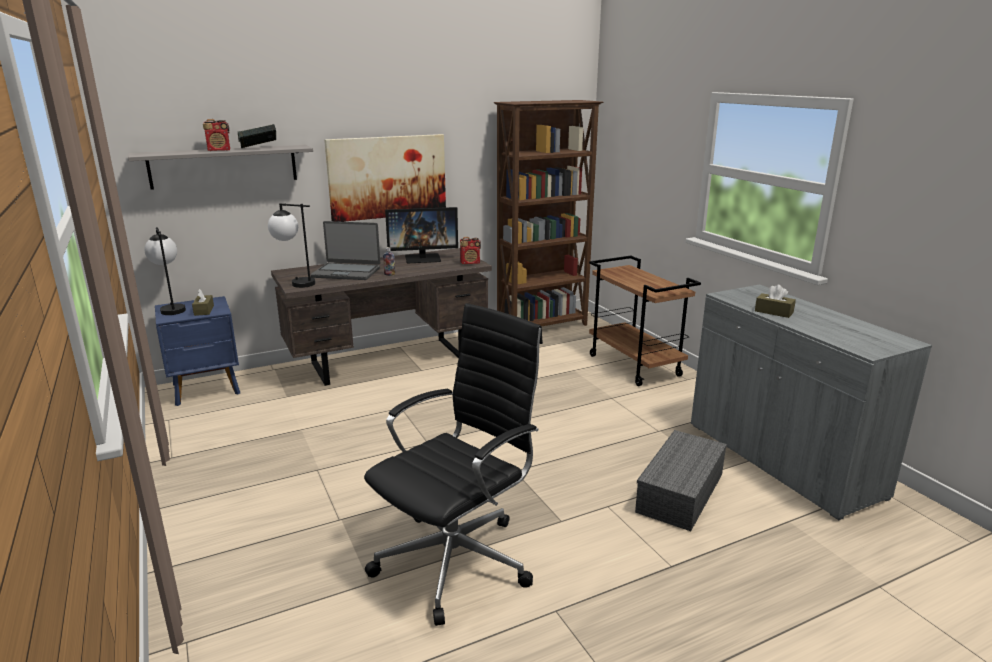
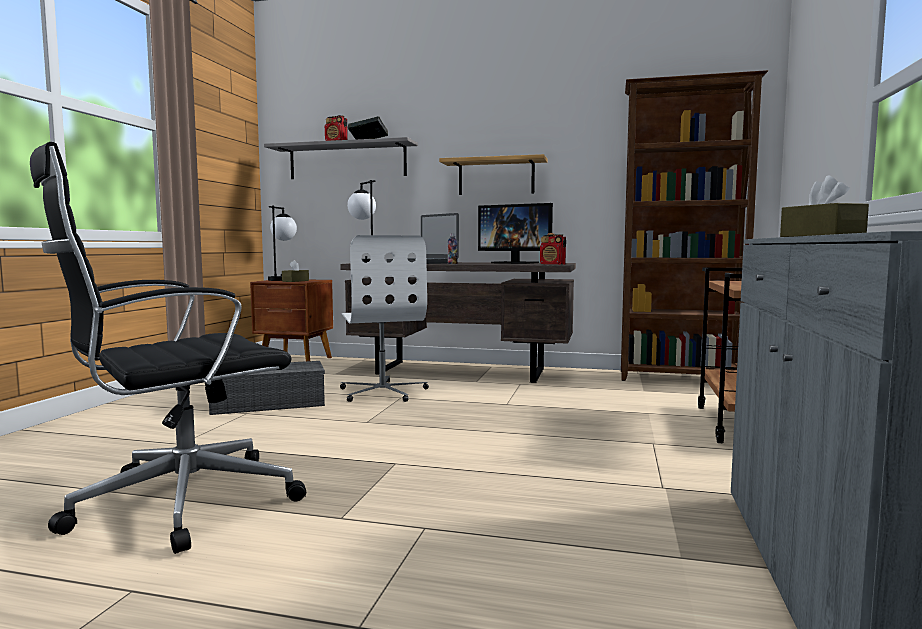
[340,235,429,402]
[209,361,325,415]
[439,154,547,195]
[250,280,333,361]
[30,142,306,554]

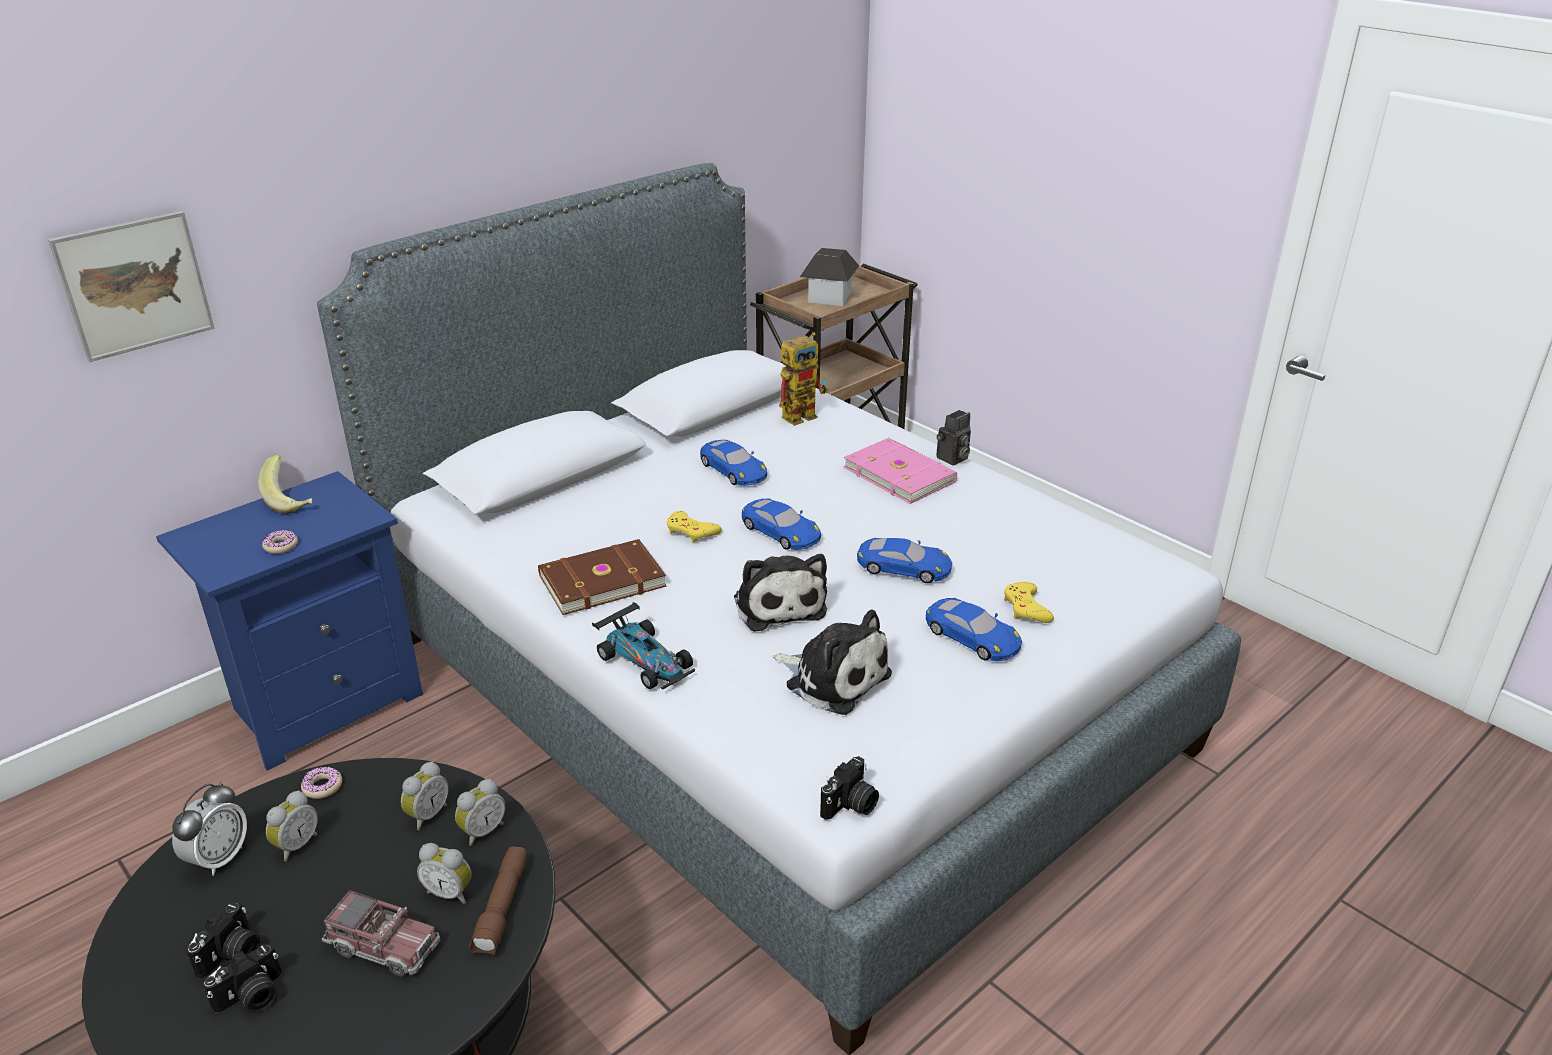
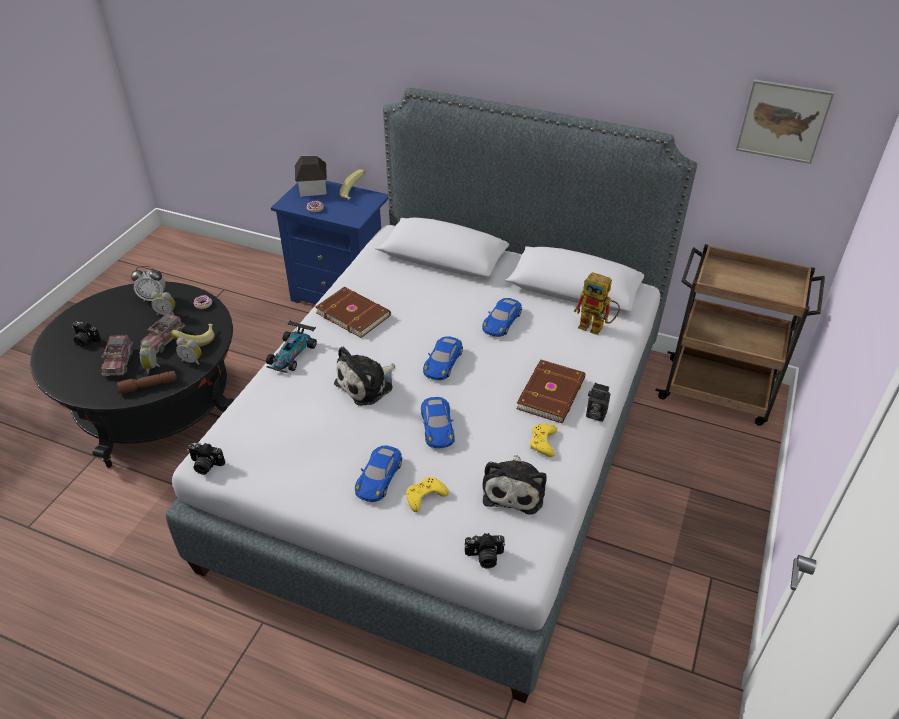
[140,313,185,354]
[736,79,834,164]
[465,533,505,568]
[530,424,557,457]
[482,455,547,515]
[295,156,327,197]
[171,324,215,346]
[516,359,585,423]

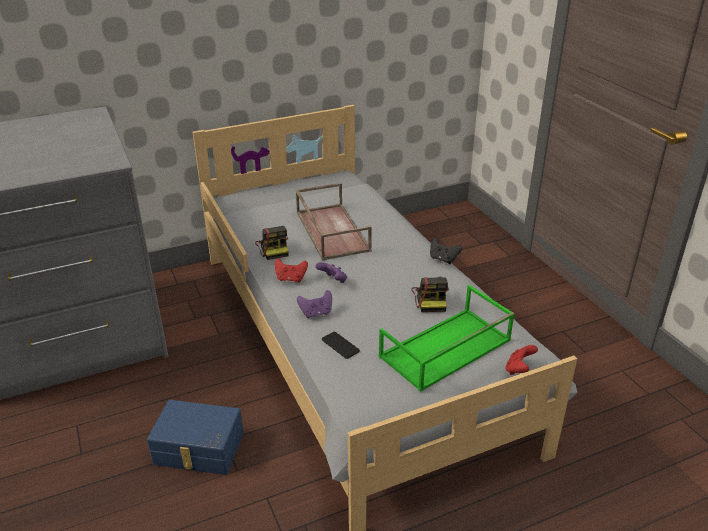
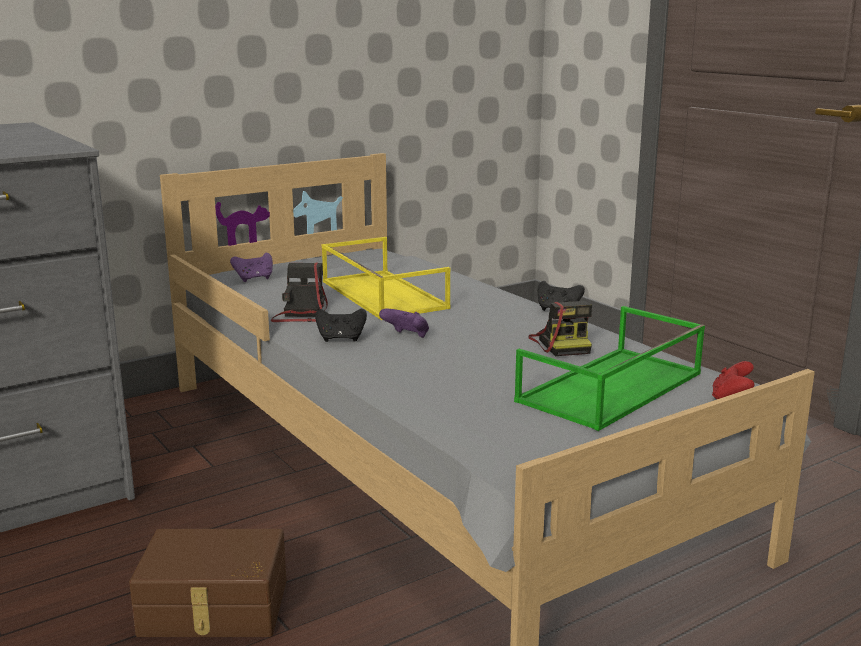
[322,332,360,359] (first image)
[230,253,273,282]
[129,529,286,637]
[315,308,367,342]
[322,237,451,320]
[271,262,328,322]

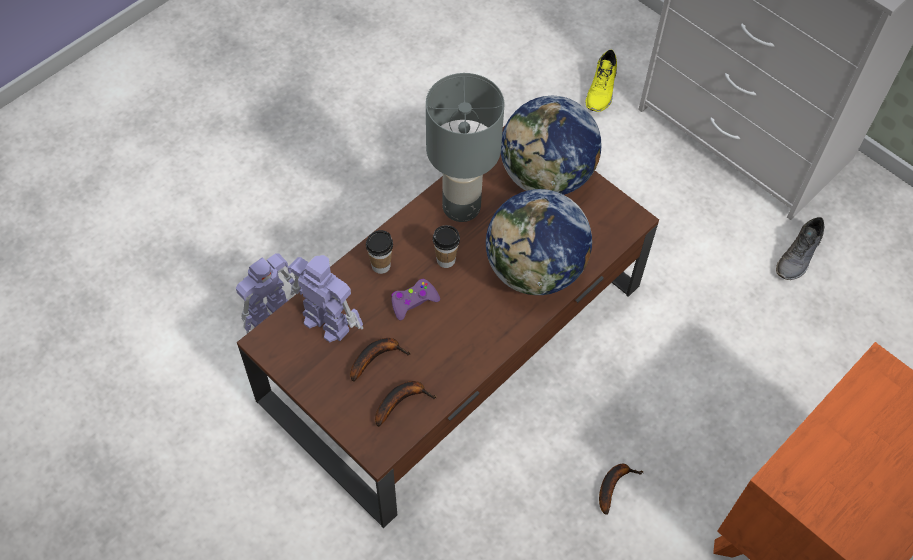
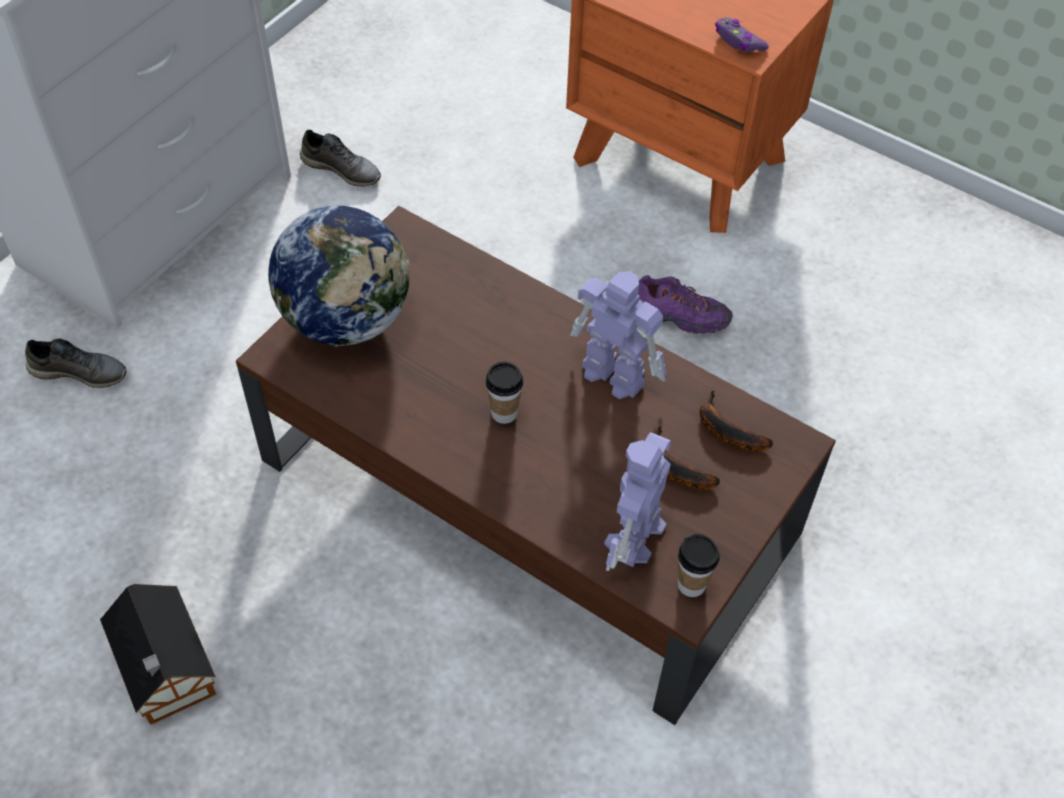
[426,73,505,222] (first image)
[486,189,592,295] (first image)
[100,584,216,725]
[570,271,666,399]
[678,534,720,597]
[715,17,769,52]
[638,275,733,334]
[25,339,127,388]

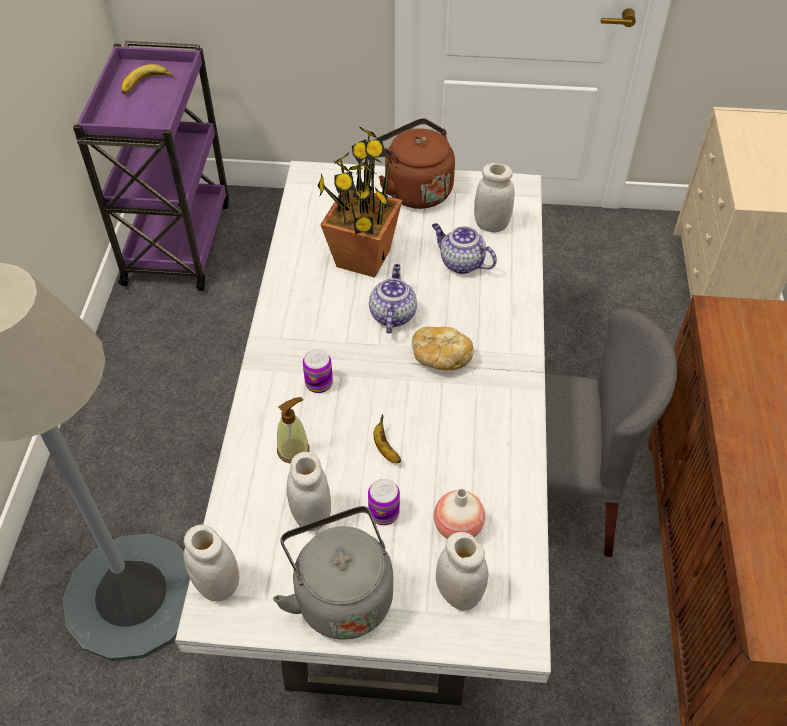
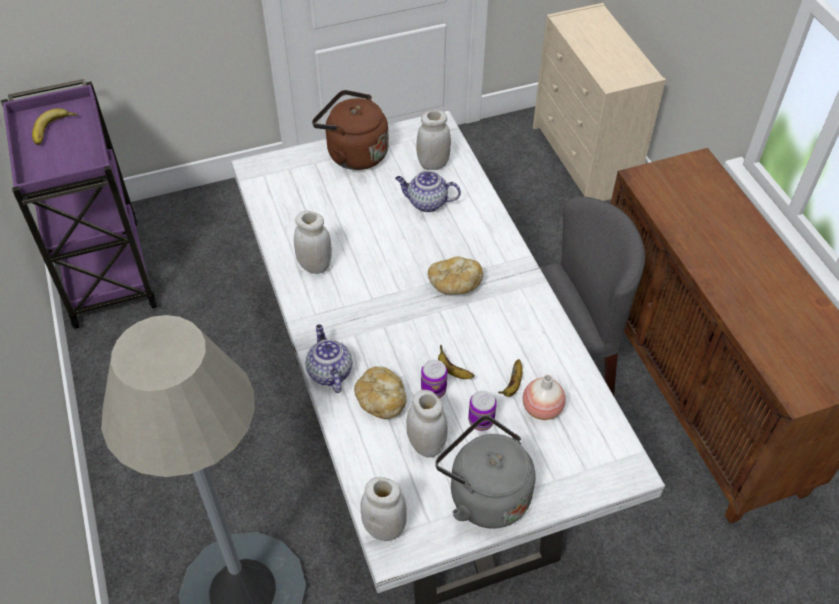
[318,127,402,278] (first image)
[498,359,522,397]
[421,360,448,398]
[306,324,352,393]
[294,211,332,274]
[354,366,407,419]

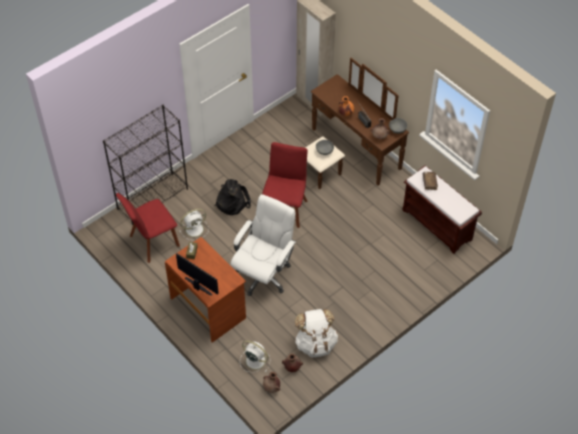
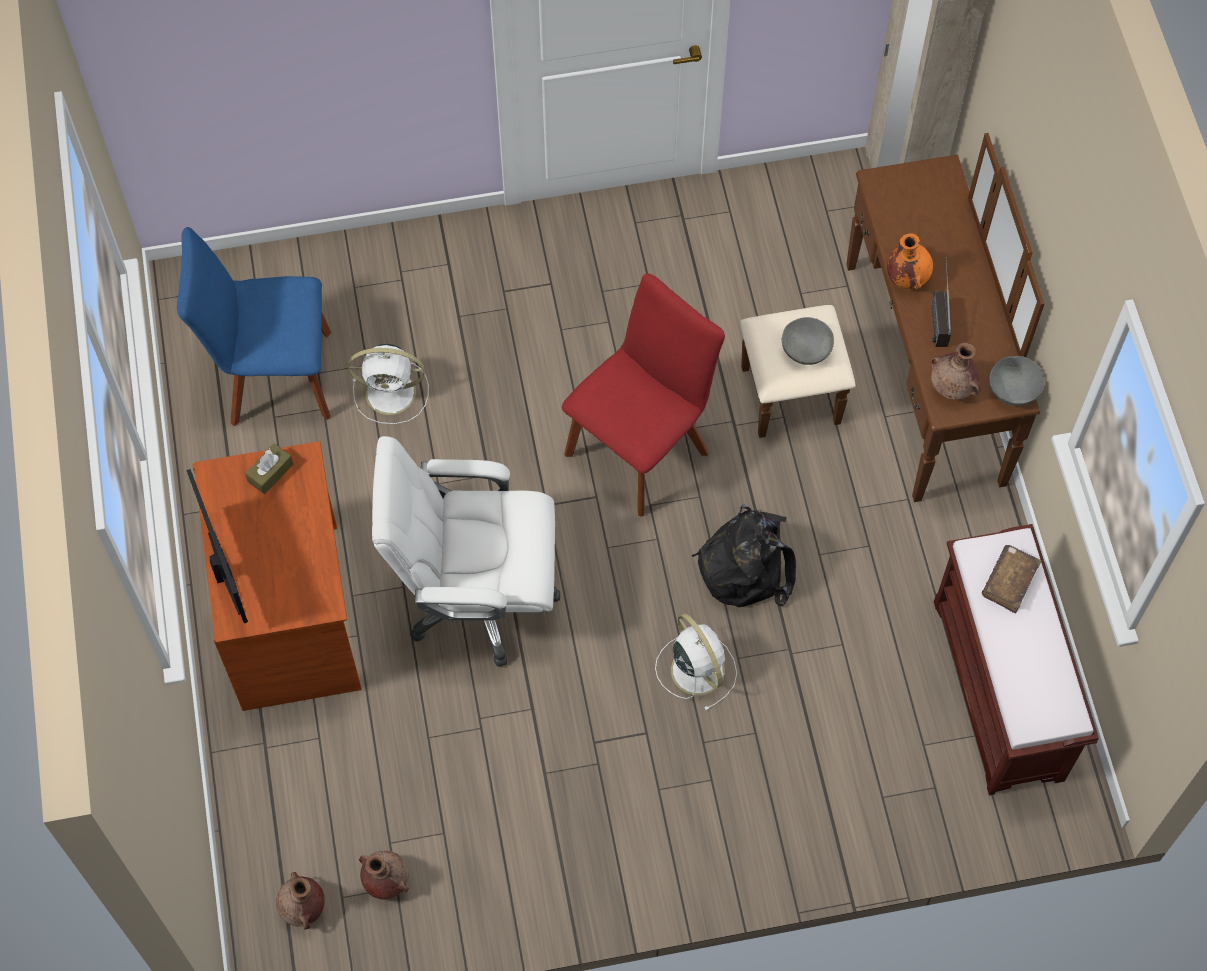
[103,105,188,225] (first image)
[295,309,338,357] (first image)
[692,505,796,607]
[655,614,737,711]
[177,227,331,427]
[372,436,560,667]

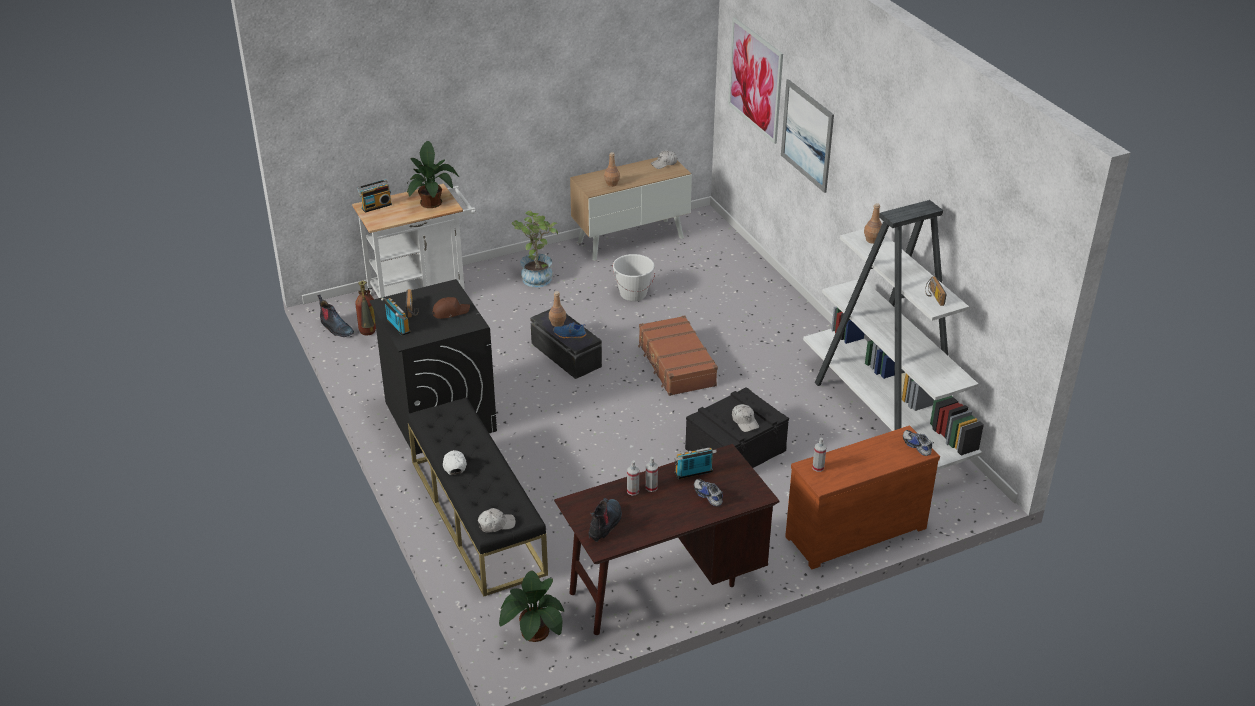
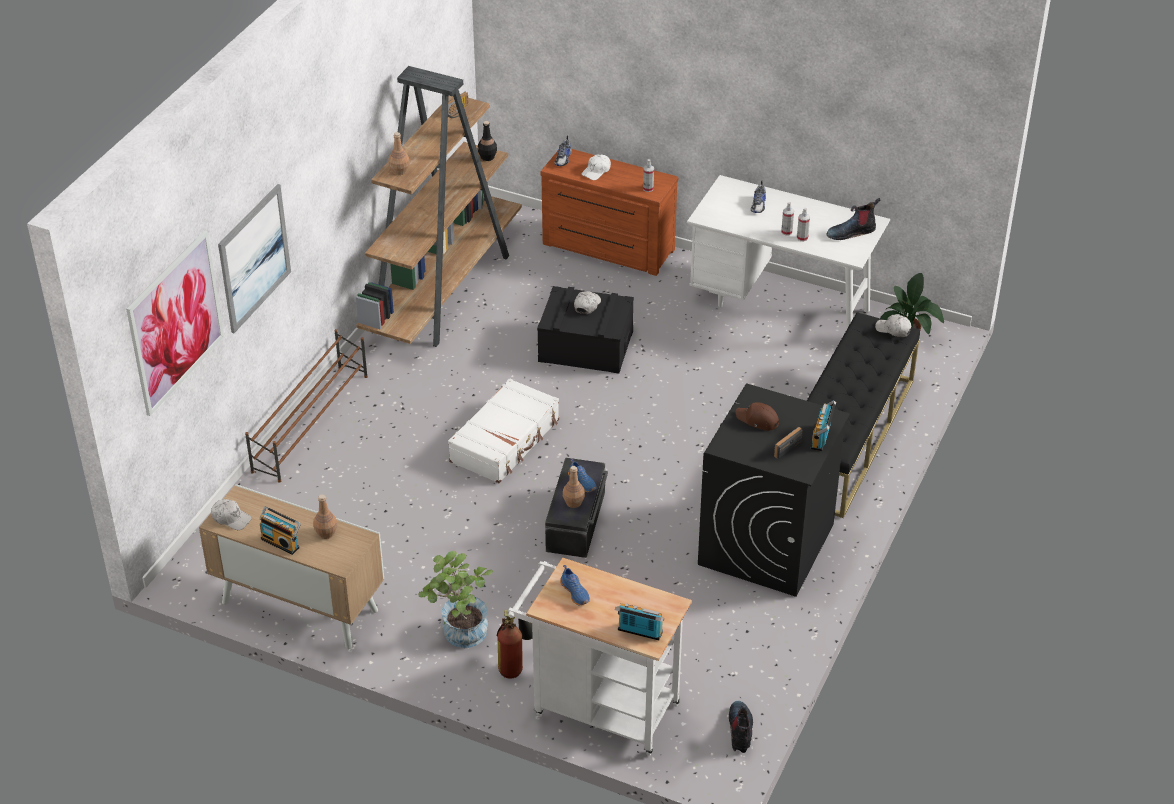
[613,254,655,301] (first image)
[245,329,368,483]
[478,121,497,161]
[497,609,533,679]
[581,154,611,180]
[259,507,301,555]
[560,565,590,605]
[687,175,890,330]
[448,378,559,483]
[356,66,522,347]

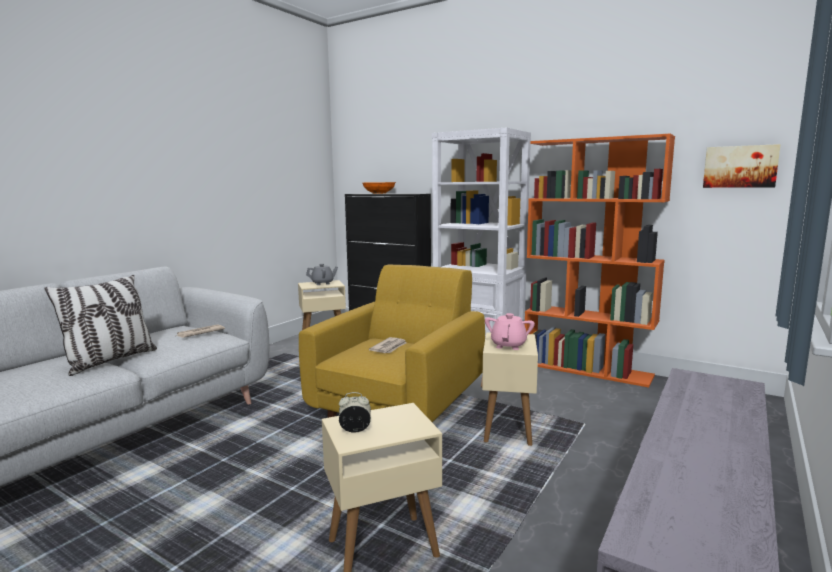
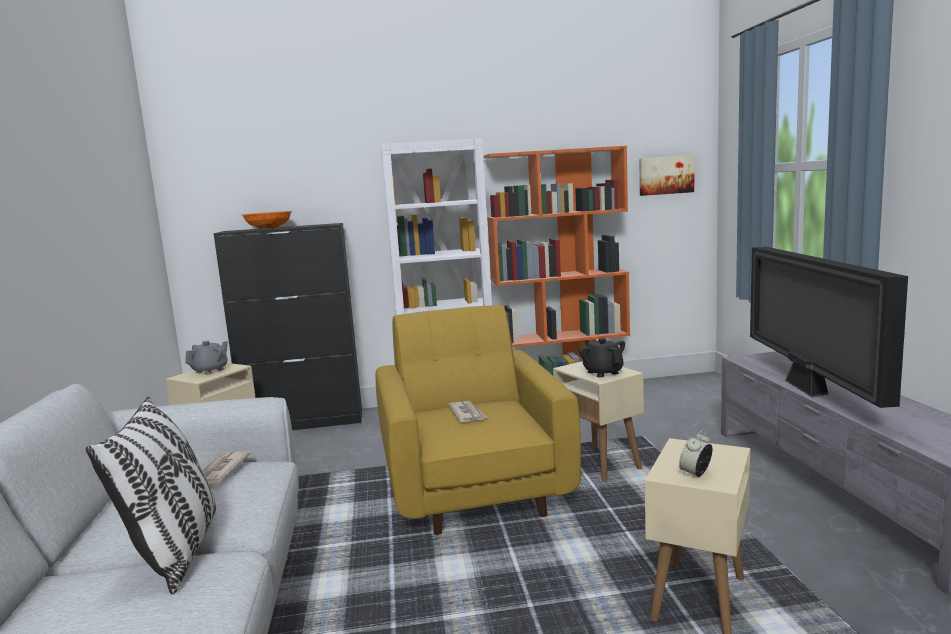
[750,246,908,408]
[579,338,625,377]

